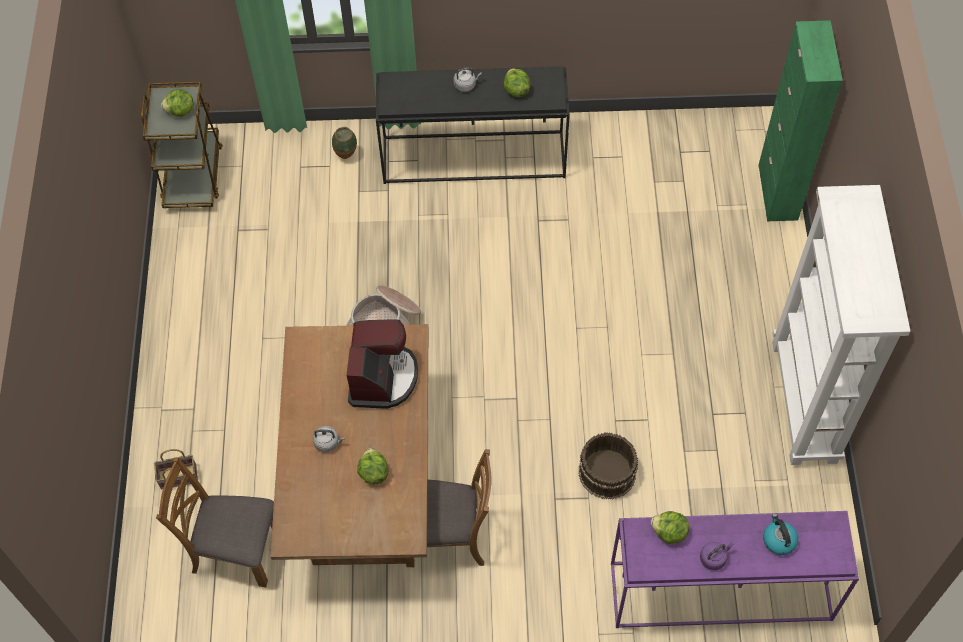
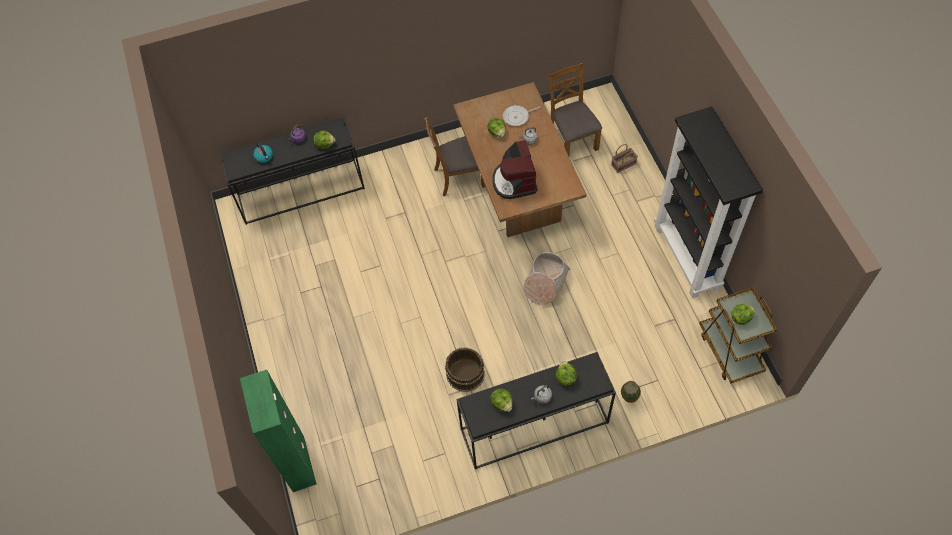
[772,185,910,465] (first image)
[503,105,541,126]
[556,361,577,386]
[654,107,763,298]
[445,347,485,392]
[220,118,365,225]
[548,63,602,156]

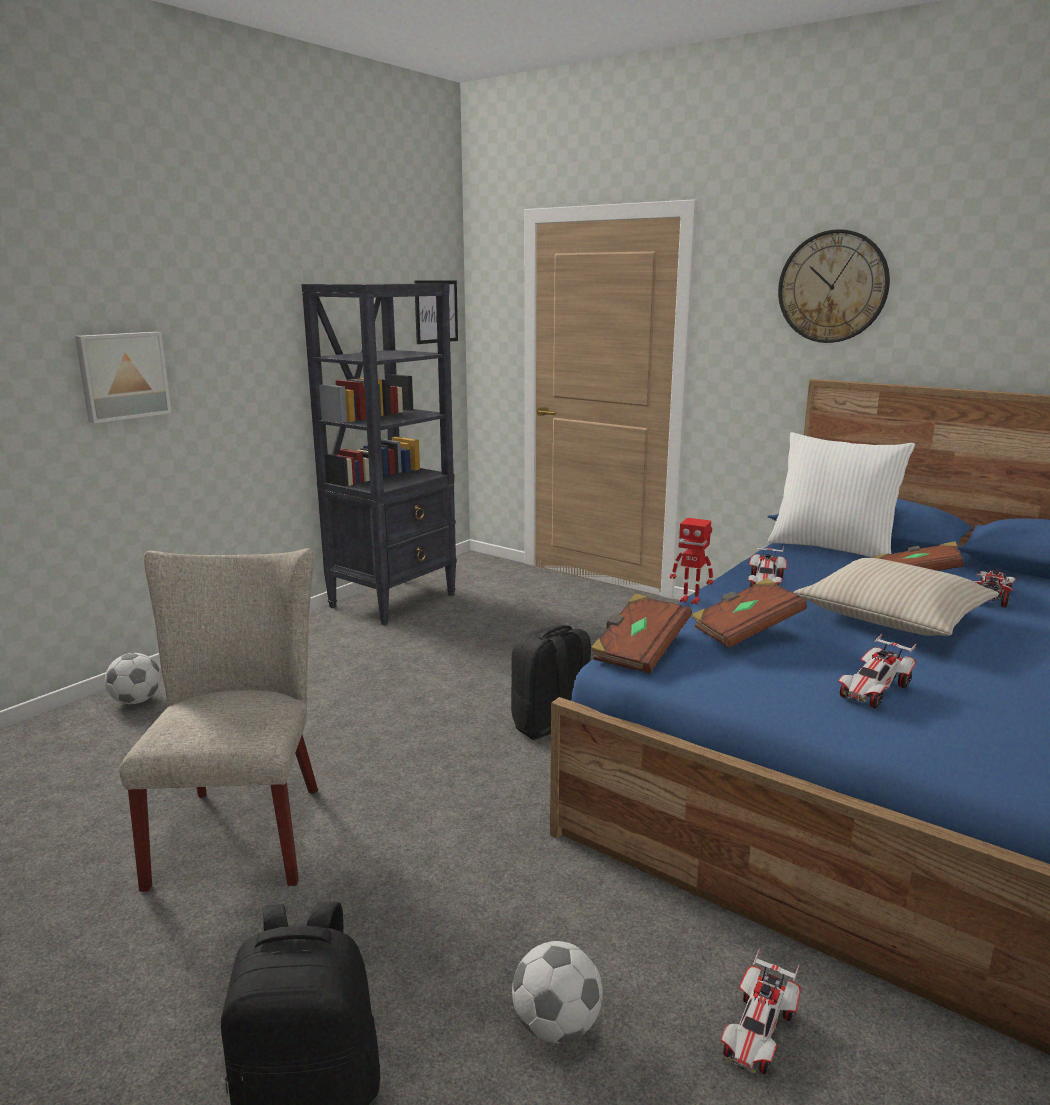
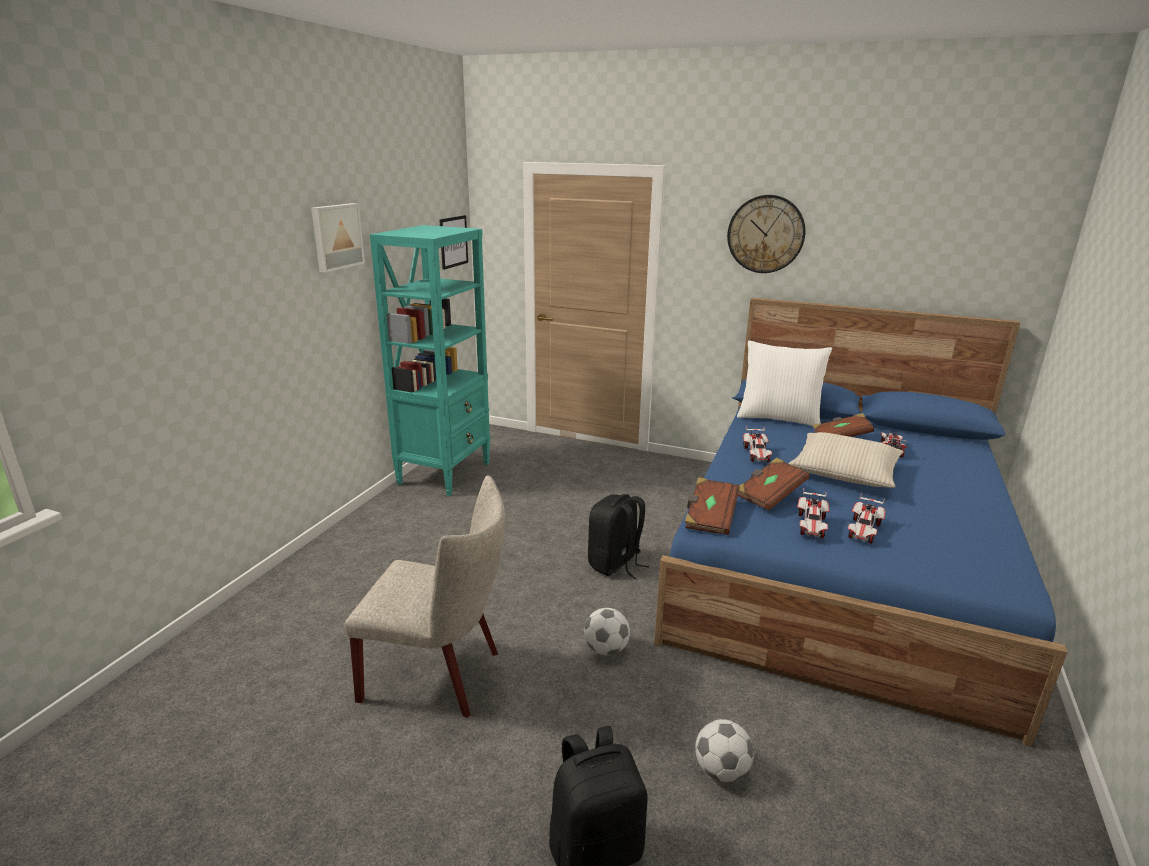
[670,518,713,605] (first image)
[311,203,365,273]
[584,608,630,656]
[797,489,829,538]
[370,225,490,496]
[344,475,505,718]

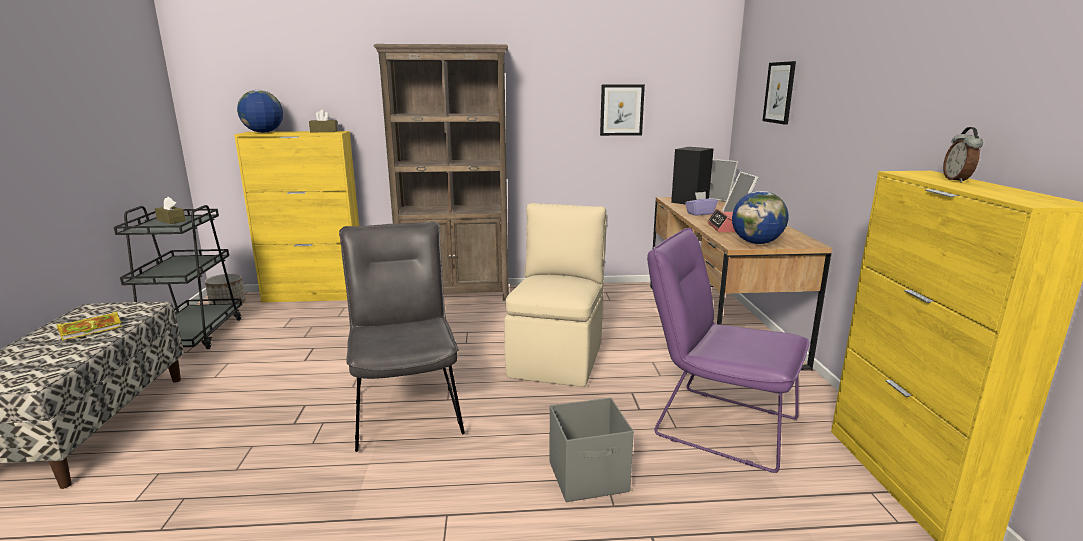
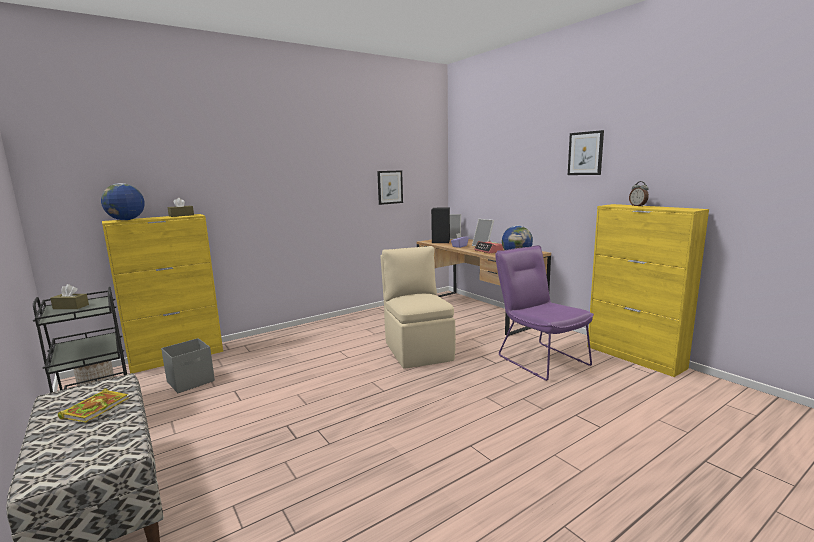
[339,221,465,452] (first image)
[373,44,509,301] (first image)
[161,338,215,393]
[568,130,604,175]
[495,245,594,381]

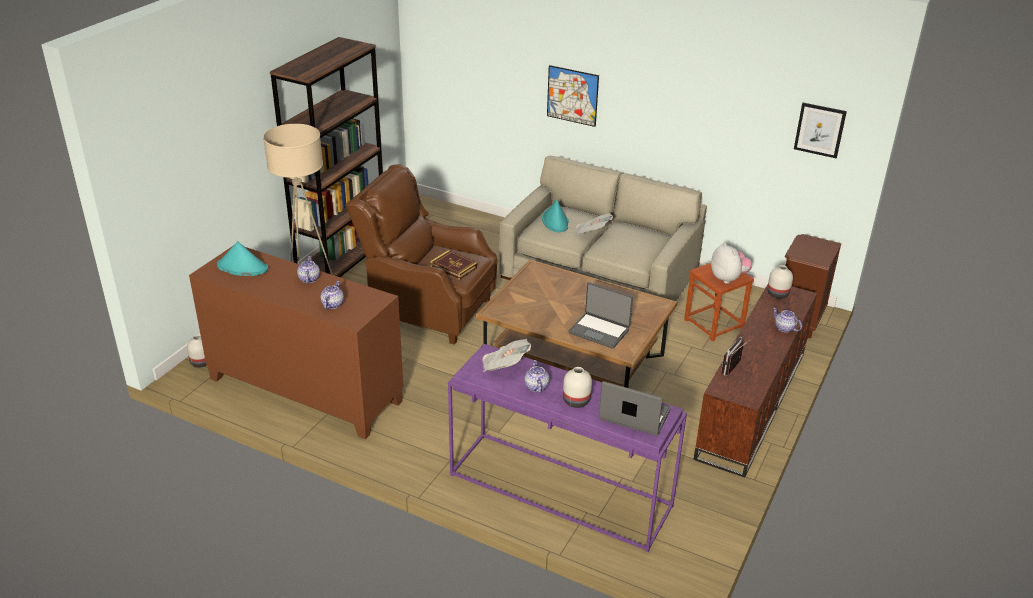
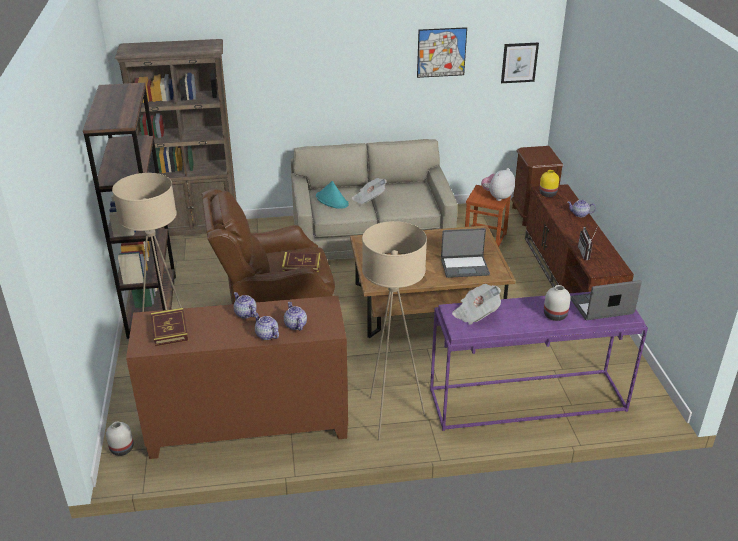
[115,39,236,236]
[362,221,427,441]
[254,313,279,340]
[417,27,467,78]
[151,308,188,346]
[539,170,559,197]
[481,168,515,201]

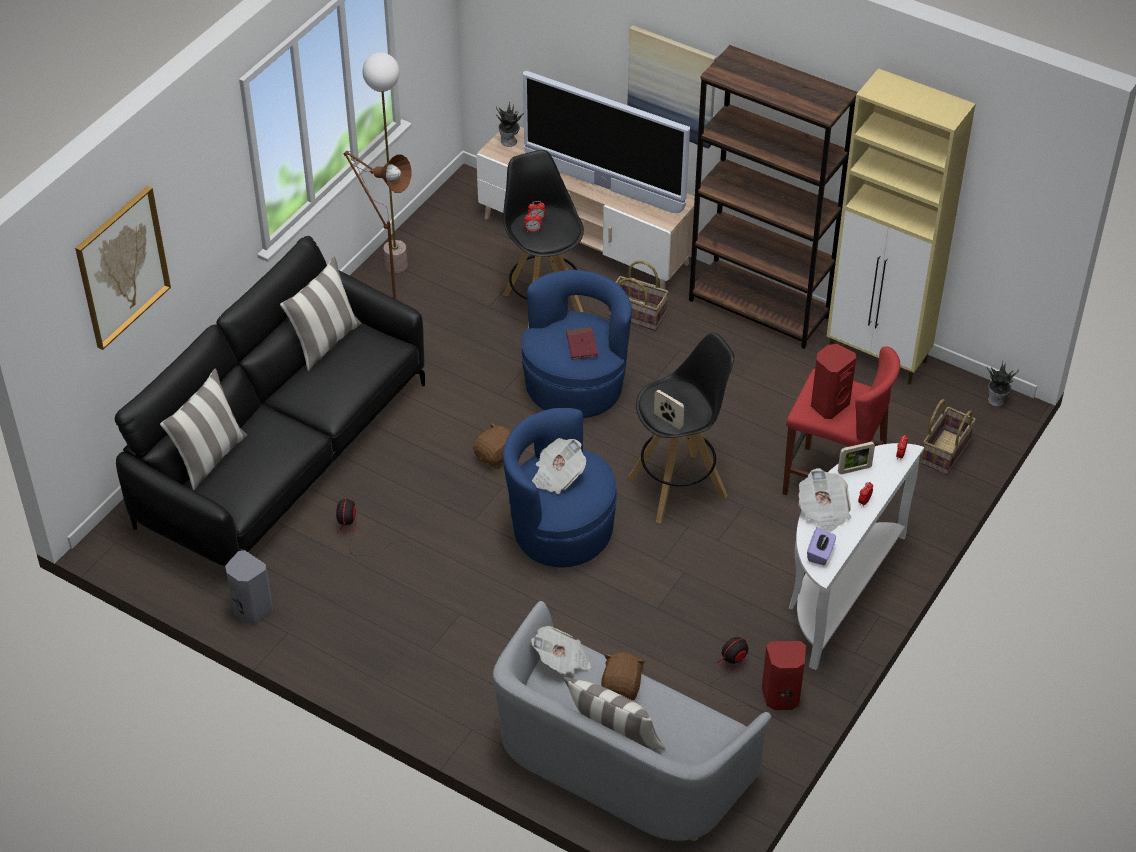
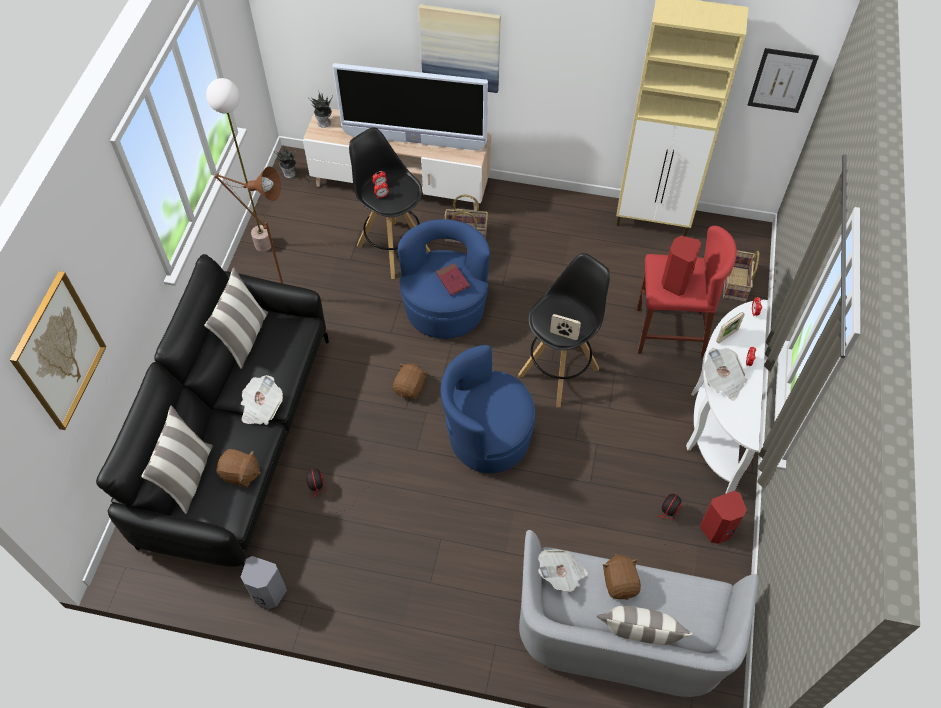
[689,45,858,349] (first image)
[807,527,836,565] (first image)
[216,449,261,487]
[747,48,819,113]
[241,375,283,425]
[274,145,297,178]

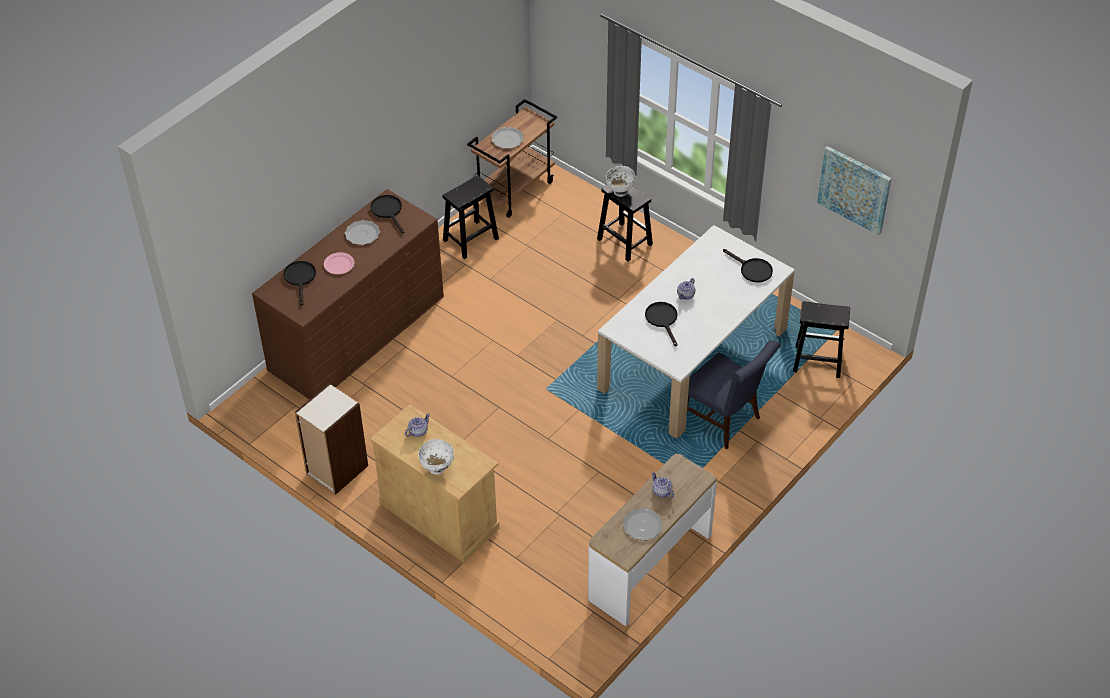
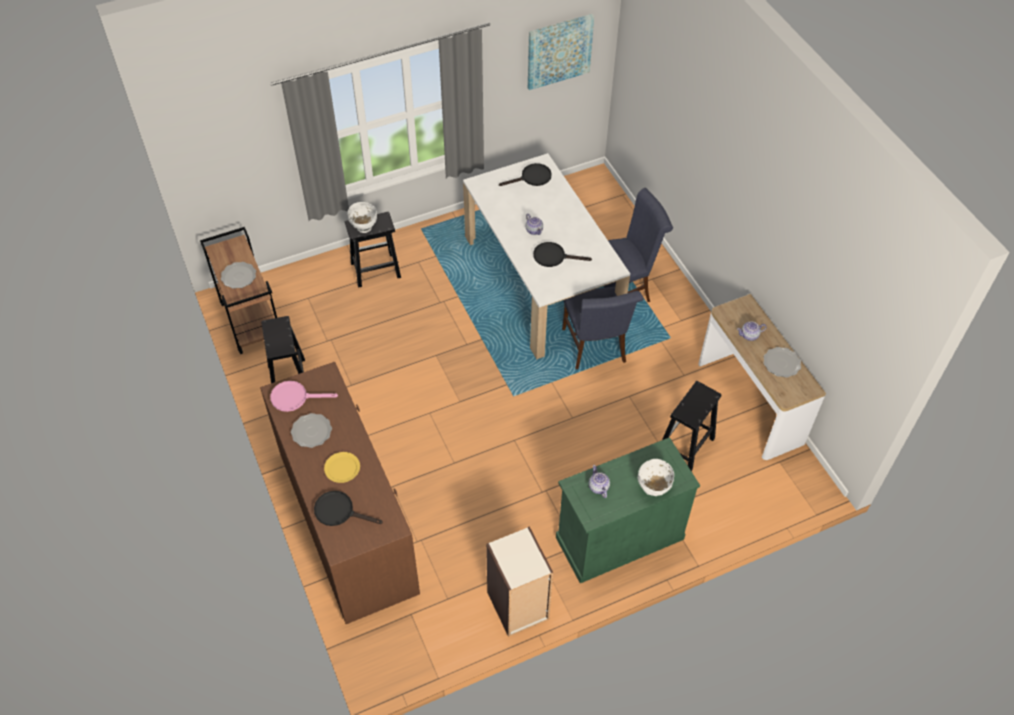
[562,287,644,369]
[662,381,722,471]
[324,452,360,483]
[270,381,338,412]
[556,437,700,583]

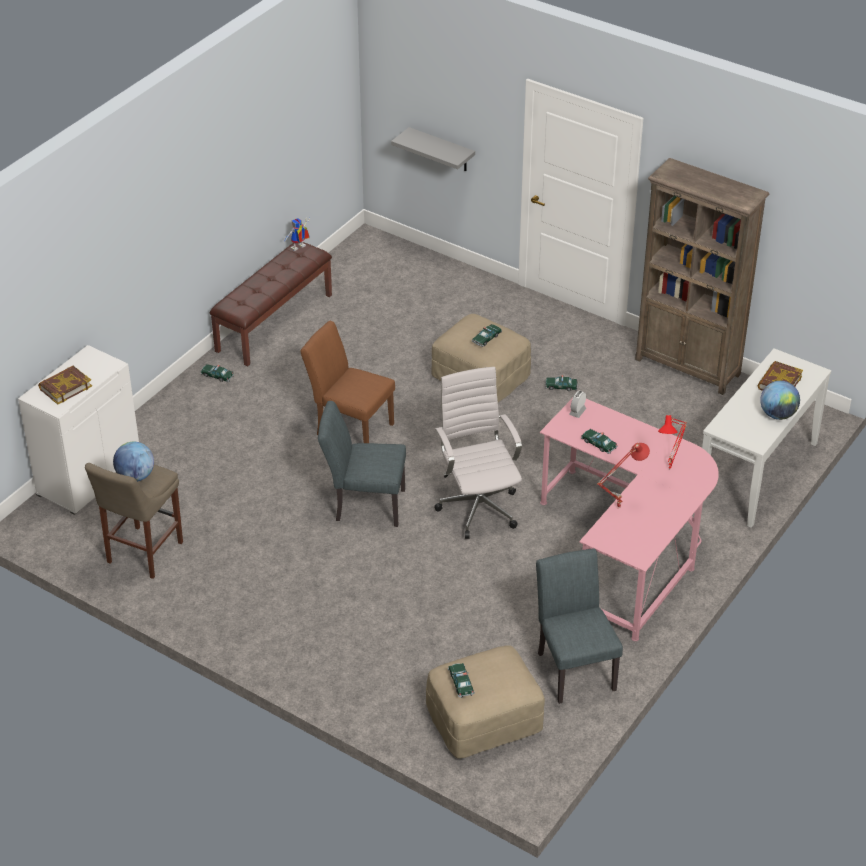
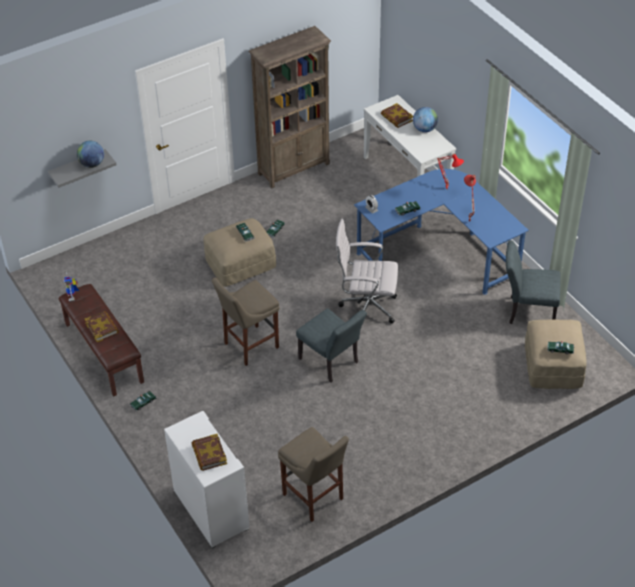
[84,311,119,342]
[77,141,104,168]
[212,278,279,366]
[354,169,529,295]
[296,308,367,383]

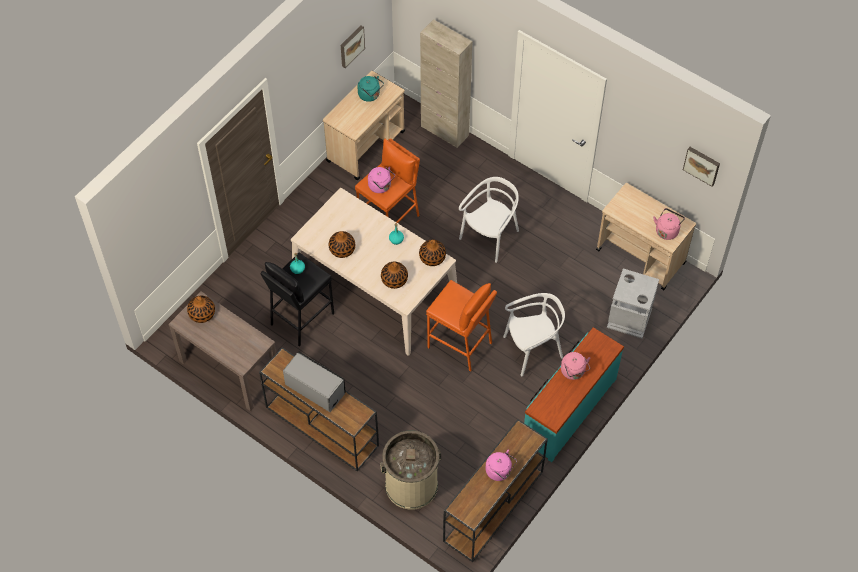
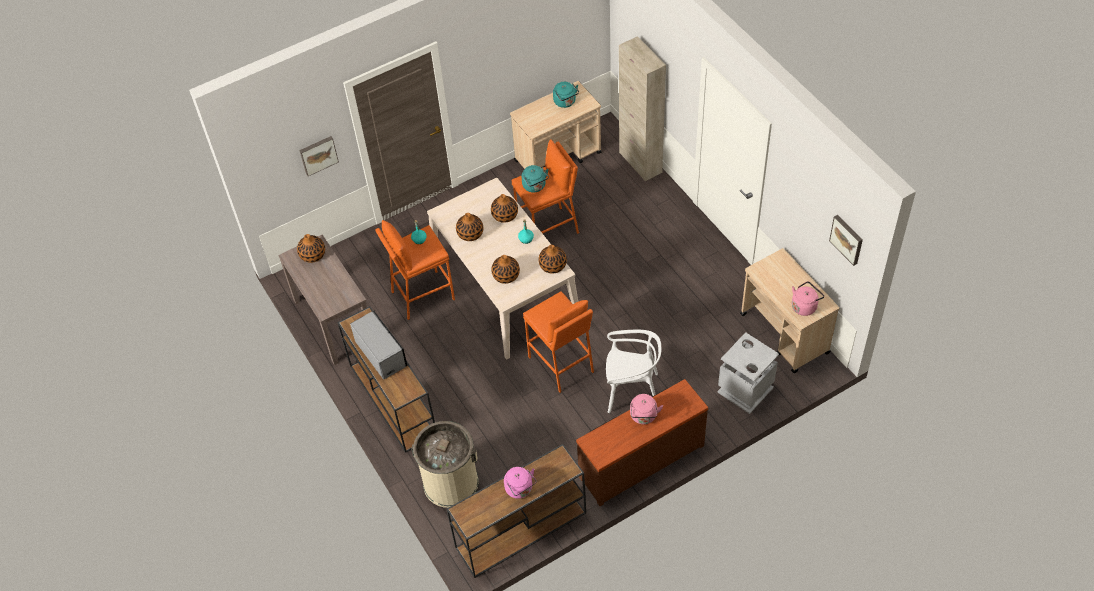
[459,177,519,263] (first image)
[491,194,518,223]
[299,136,339,176]
[376,220,455,320]
[522,165,549,192]
[576,379,708,506]

